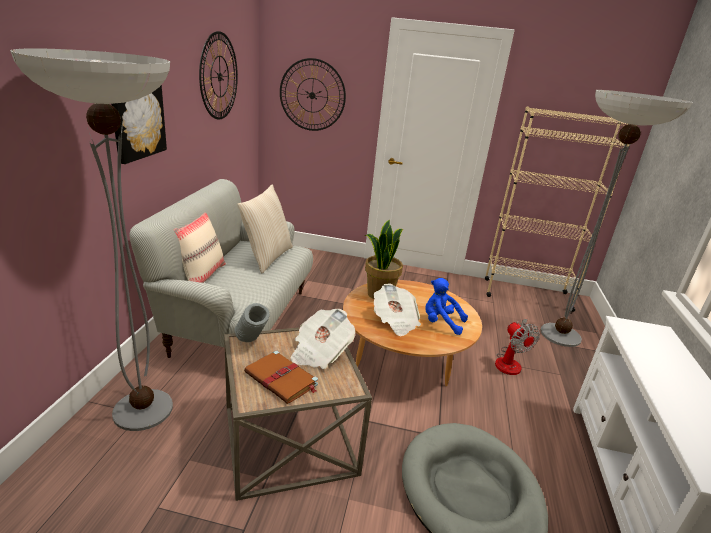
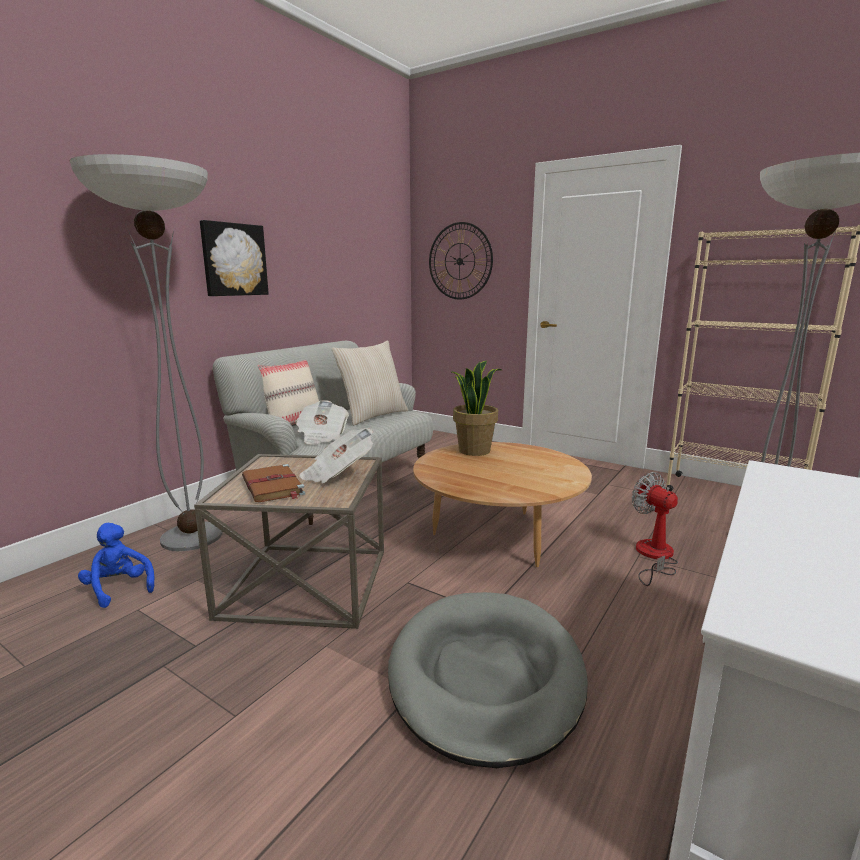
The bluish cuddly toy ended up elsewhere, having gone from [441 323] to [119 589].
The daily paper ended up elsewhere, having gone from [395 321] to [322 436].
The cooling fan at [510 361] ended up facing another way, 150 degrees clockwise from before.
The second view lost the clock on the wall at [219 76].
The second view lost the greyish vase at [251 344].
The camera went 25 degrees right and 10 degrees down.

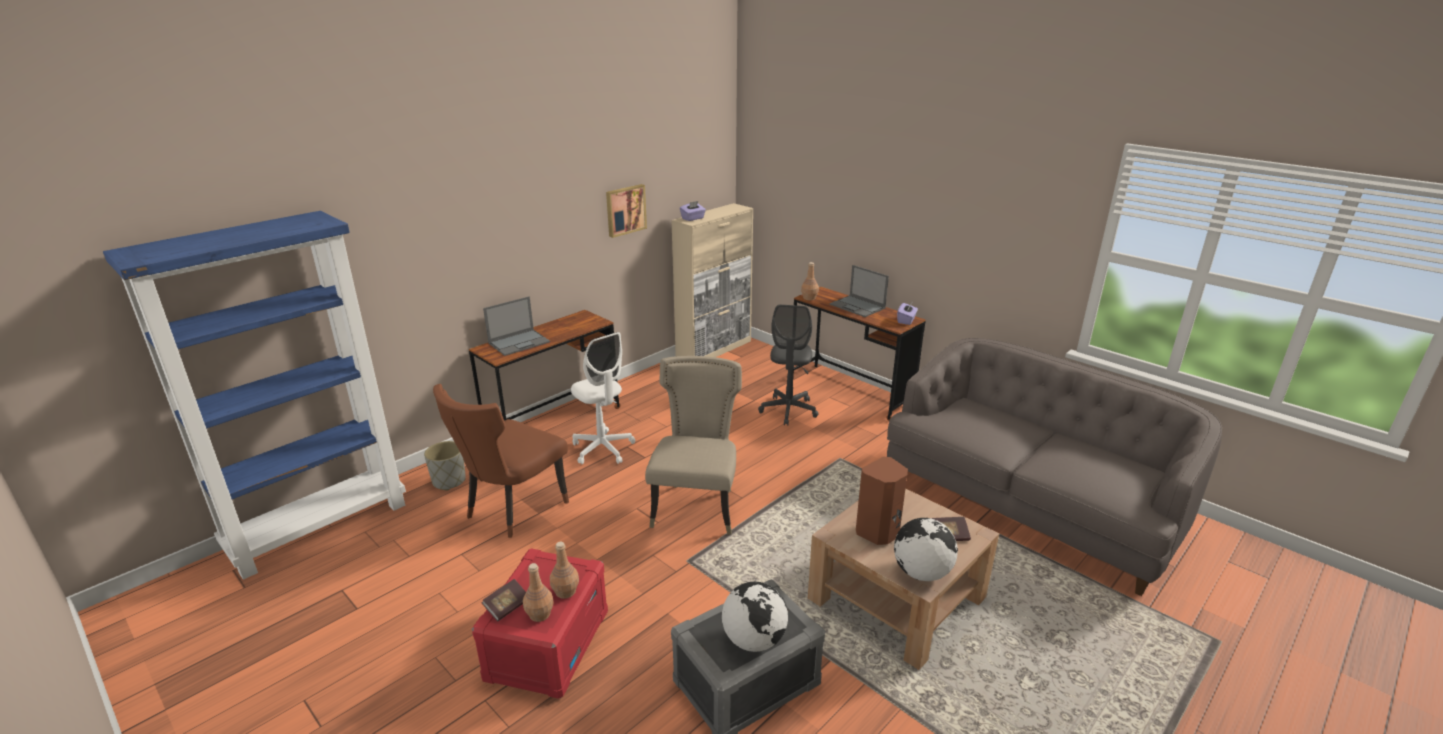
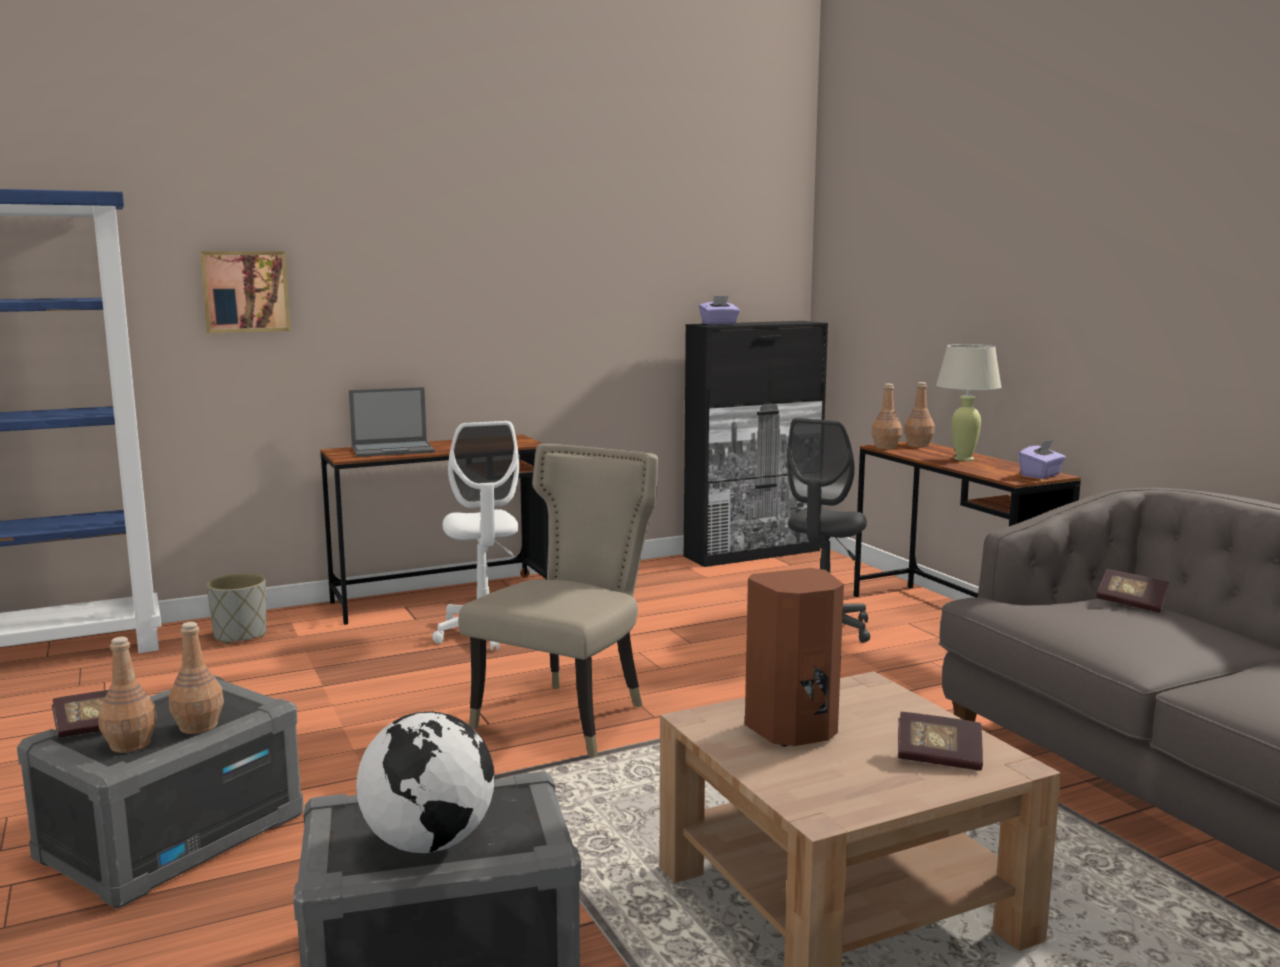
What was the red-coloured storage bin at [547 644] turned into the greyish storage bin at [173 836].
The wall art ended up elsewhere, having gone from [625 210] to [245 291].
What was the beige storage cabinet at [714 349] turned into the blackish storage cabinet at [753 553].
The second view gained the brown bottle at [918 445].
Where the notebook computer stood at [858 306], the beige lamp for a table came to stand at [964 458].
The second view gained the volume at [1131 603].
The second view lost the brown plain chair at [512 510].
The second view lost the desk globe at [921 573].
The camera went 20 degrees right and 15 degrees down.

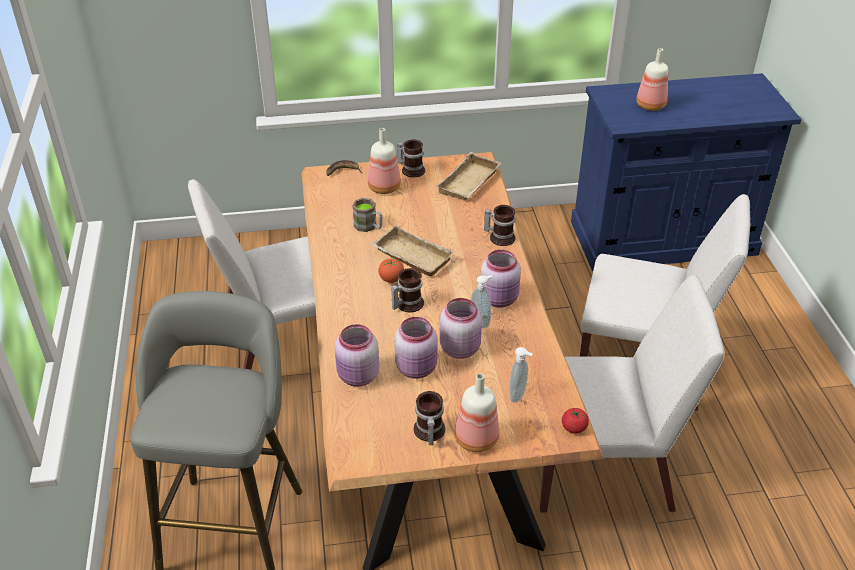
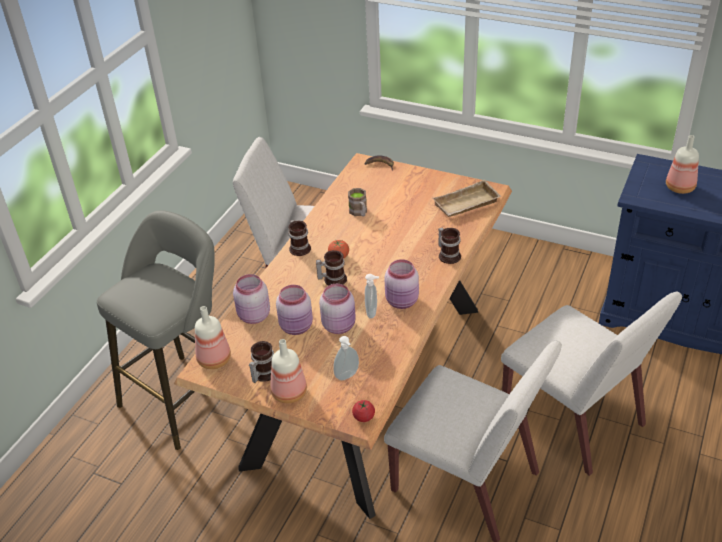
The bottle ended up elsewhere, having gone from [385 188] to [215 360].
The coffee mug ended up elsewhere, having gone from [411 169] to [300 247].
The second view lost the beige tray at [410 257].
The camera went 35 degrees right and 0 degrees up.

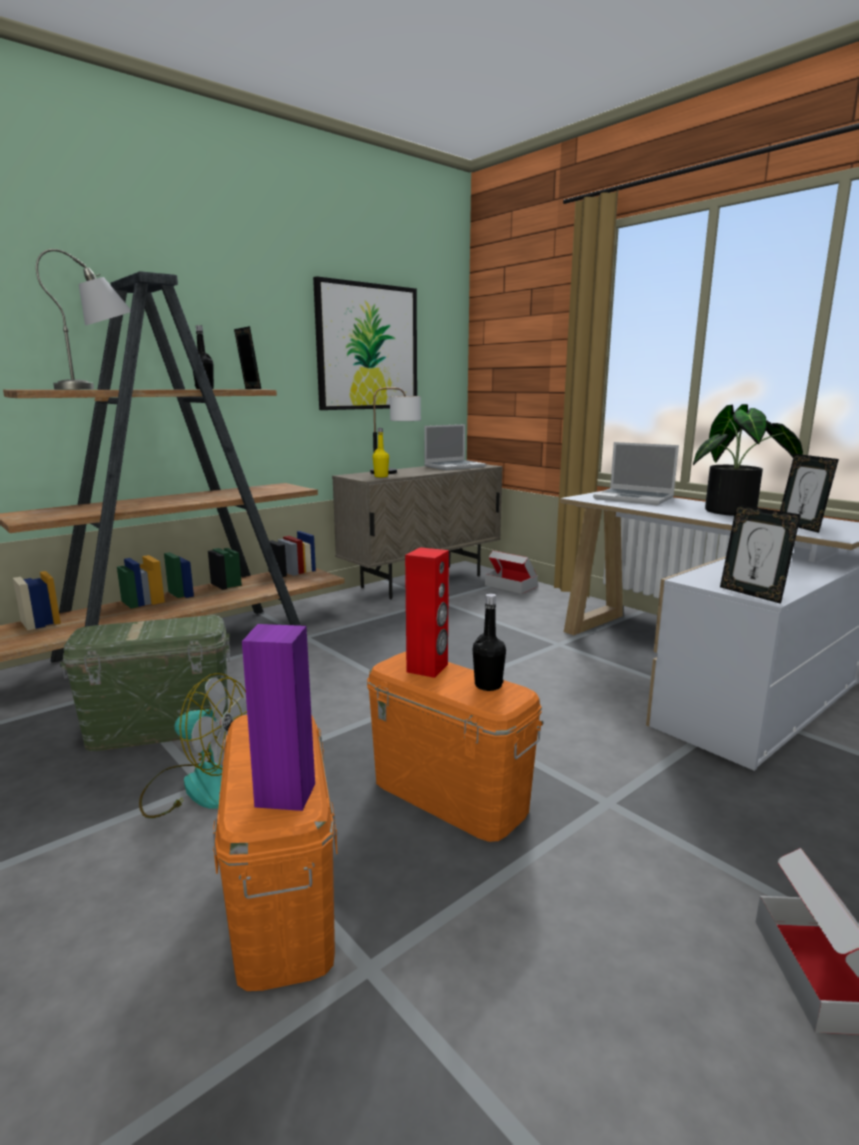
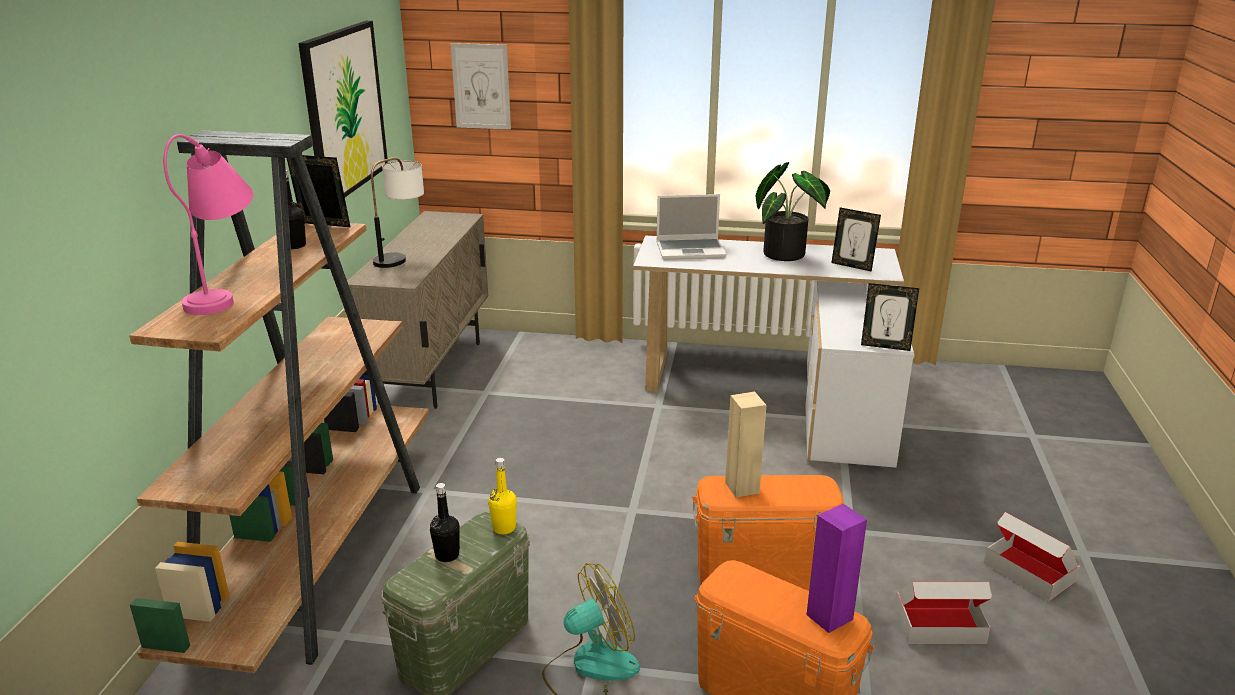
What was the greyish lamp for a table at [101 389] turned into the pink-coloured lamp for a table at [227 292].
The blackish bottle ended up elsewhere, having gone from [488 685] to [447 555].
The second view gained the wall art at [481 86].
The yellow bottle ended up elsewhere, having gone from [381 476] to [504 528].
What was the red-coloured audio speaker at [428 668] turned into the beige audio speaker at [742 487].
The cardboard box ended up elsewhere, having gone from [511 586] to [939 625].
The second view lost the notebook computer at [455 466].
The camera went 40 degrees left and 10 degrees up.

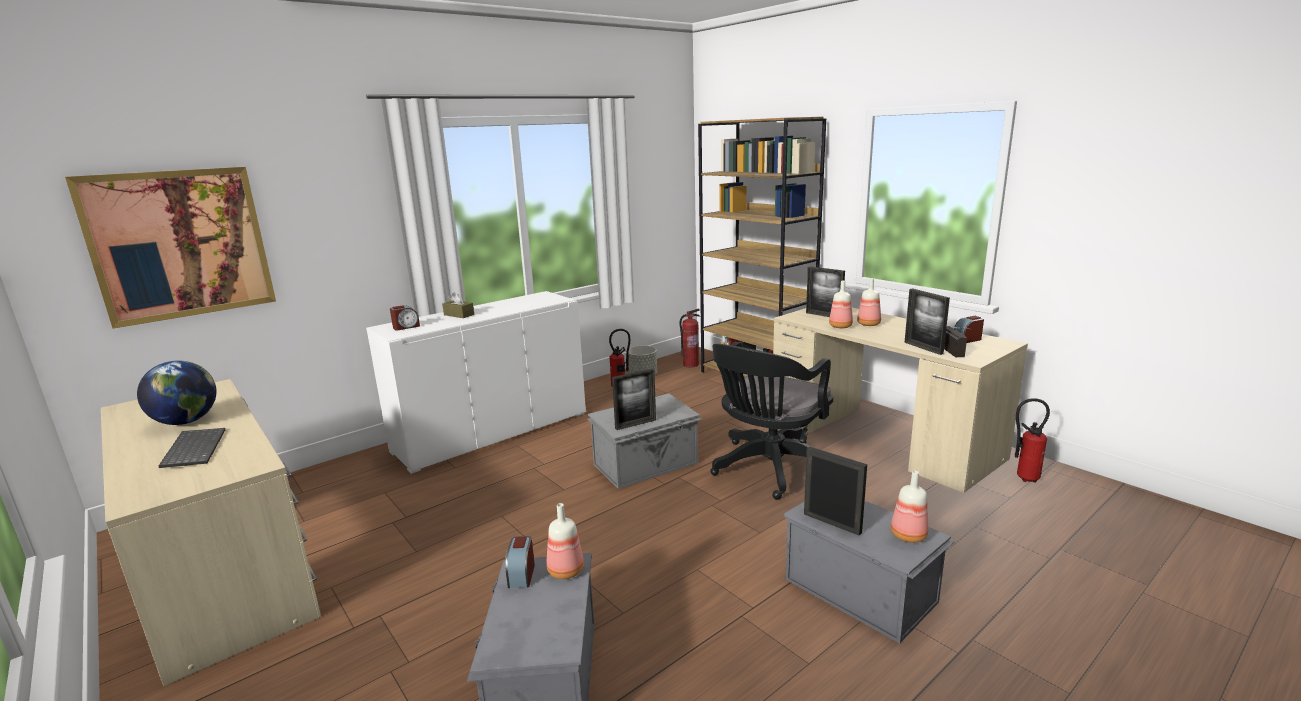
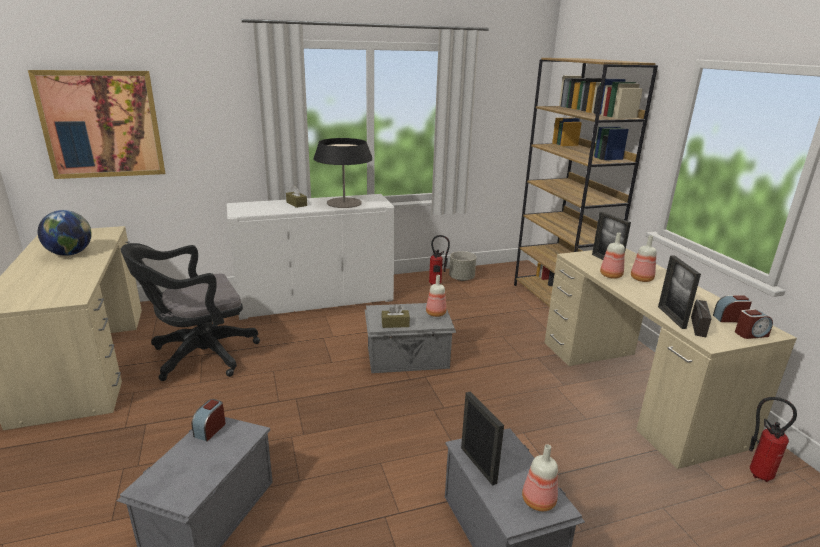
The blackish desk chair ended up elsewhere, having gone from [768 470] to [199 356].
The second view gained the lamp for a table at [344 203].
Where the picture frame stood at [635 424], the brown tissue holder came to stand at [395 324].
The bottle ended up elsewhere, having gone from [565 572] to [435 314].
The table clock ended up elsewhere, having gone from [406 327] to [750 334].
The second view lost the computer keyboard at [193 449].
The second view lost the extinguisher at [690 364].
The camera went 20 degrees right and 5 degrees up.

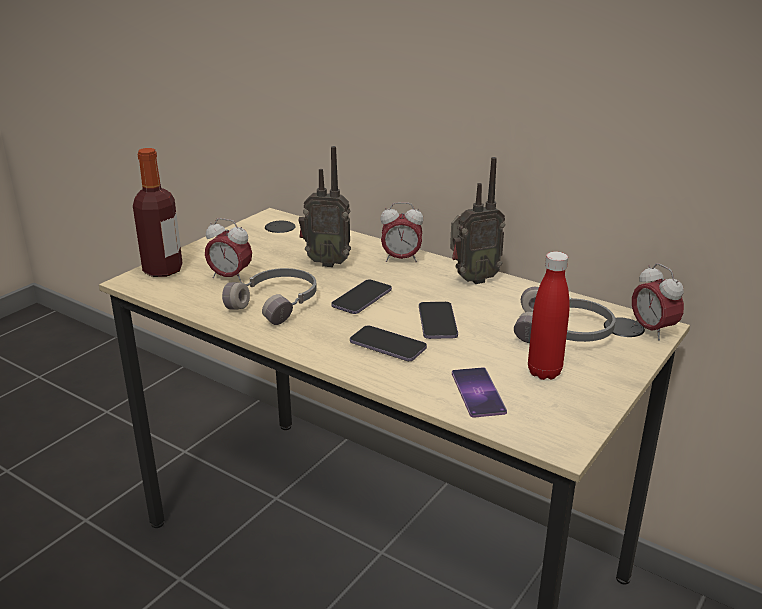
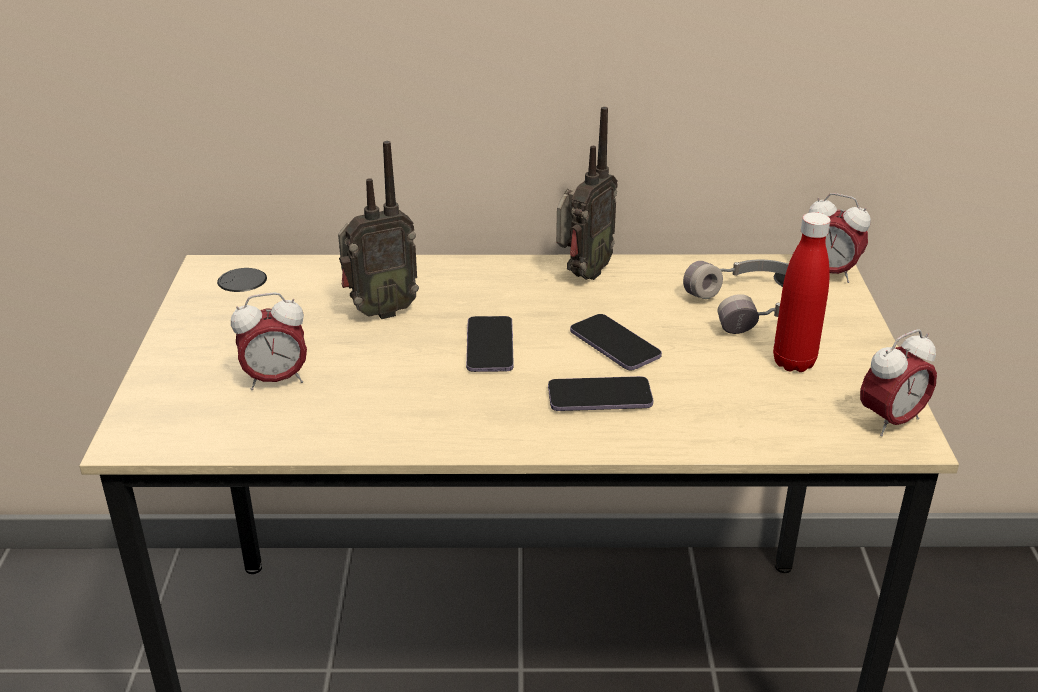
The table clock ended up elsewhere, having gone from [401 259] to [890 421].
The second view lost the bottle at [163 270].
The second view lost the greyish headset at [277 303].
The second view lost the phone at [478 392].
The camera went 35 degrees left and 5 degrees up.

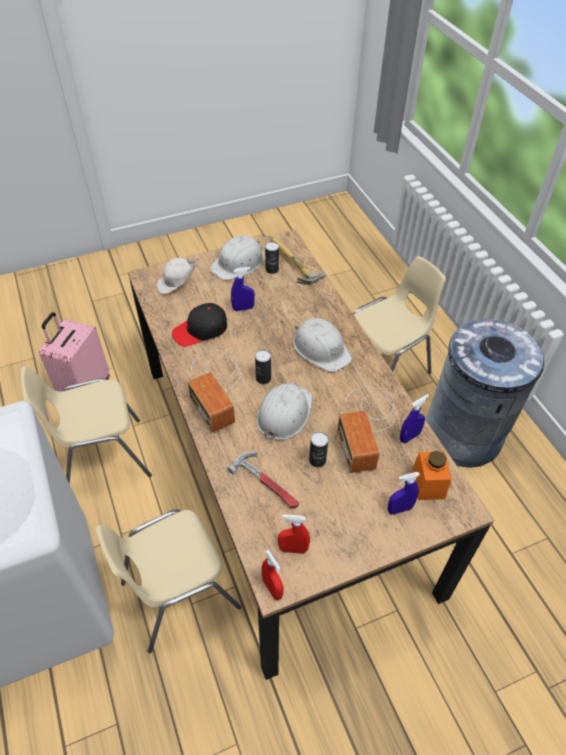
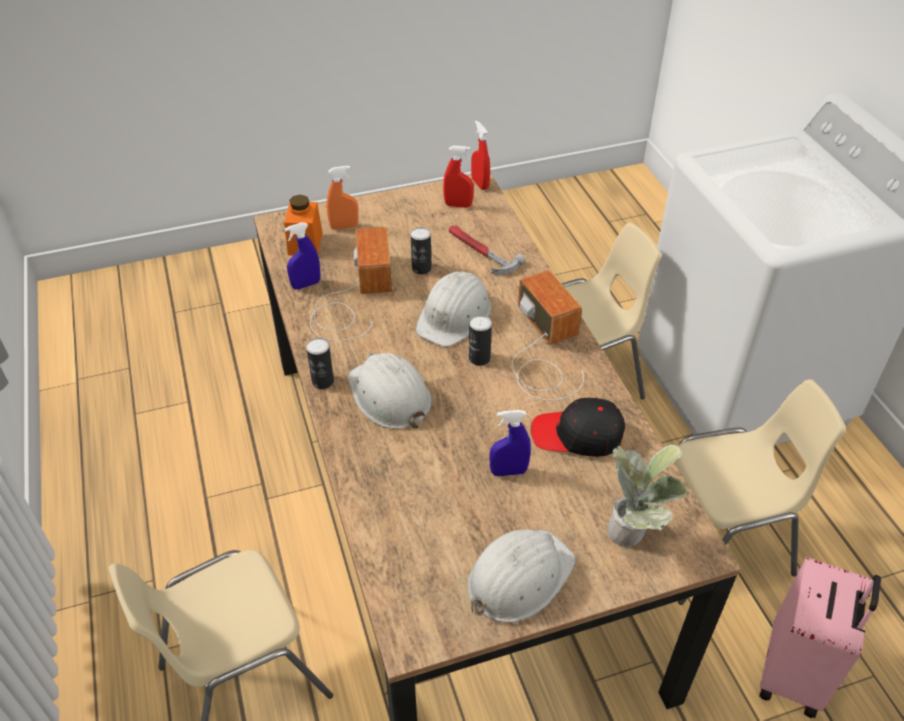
The can ended up elsewhere, having gone from [272 269] to [323 381].
What was the bluish sprayer at [399 509] turned into the orange sprayer at [344 227].
The blackish cap at [200 330] ended up facing another way, 150 degrees counterclockwise from before.
Where the white cap stood at [177 284], the houseplant came to stand at [634 529].
The second view lost the hammer at [291 265].
The second view lost the greyish waste bin at [462 435].
The camera went 175 degrees left and 5 degrees down.

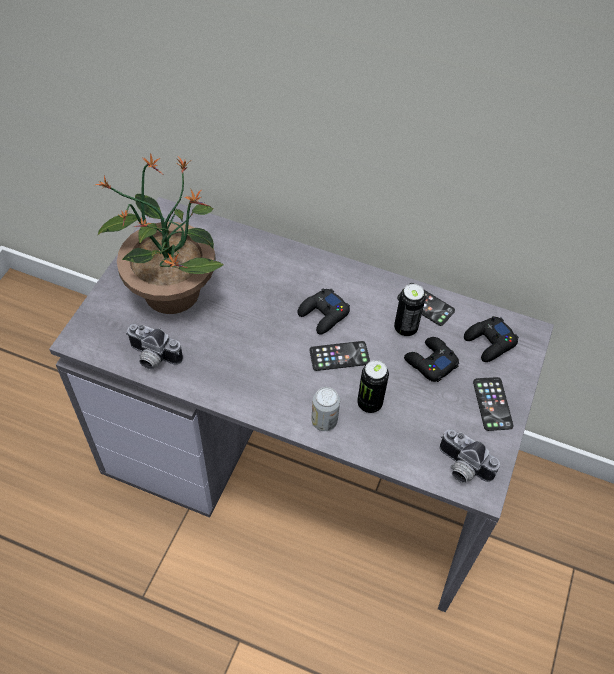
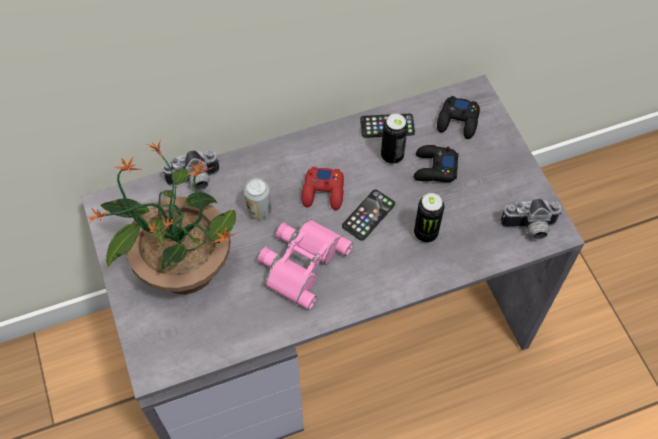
The still camera ended up elsewhere, having gone from [152 358] to [194 181].
The can ended up elsewhere, having gone from [324 421] to [259 210].
The second view gained the pink-coloured pair of binoculars at [301 262].
What was the blackish gamepad at [323 315] turned into the red-coloured gamepad at [323 192].
The second view lost the phone at [492 404].
The camera went 40 degrees left and 5 degrees up.

